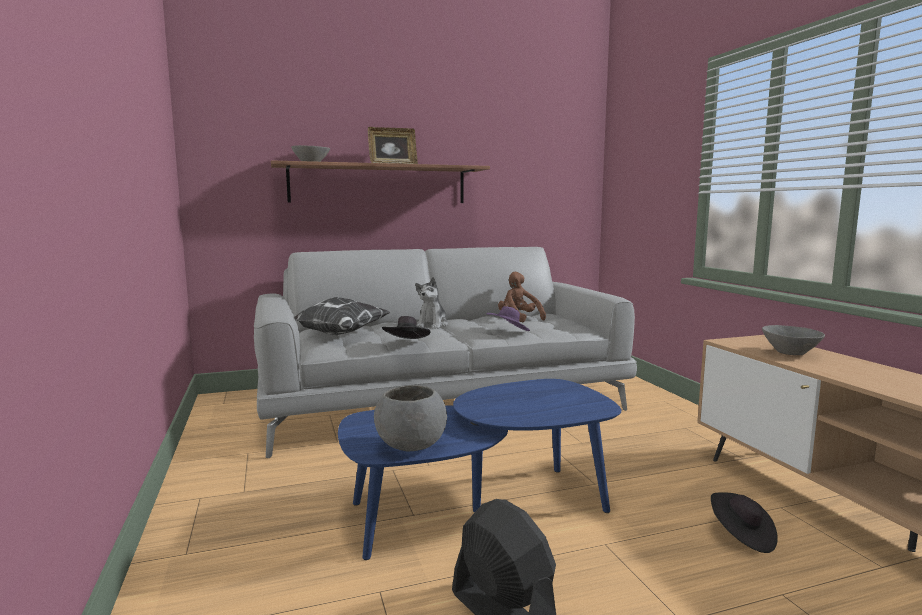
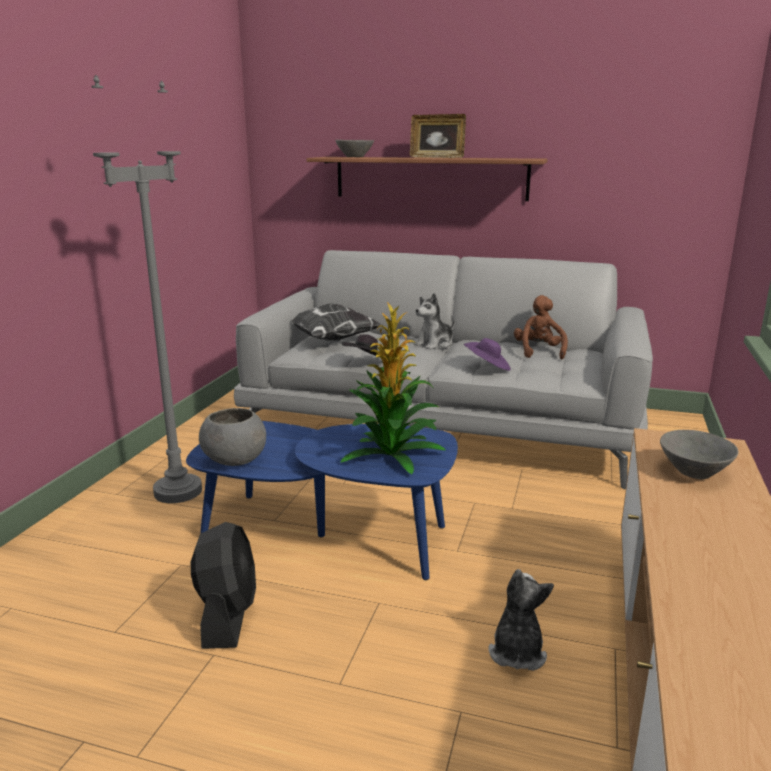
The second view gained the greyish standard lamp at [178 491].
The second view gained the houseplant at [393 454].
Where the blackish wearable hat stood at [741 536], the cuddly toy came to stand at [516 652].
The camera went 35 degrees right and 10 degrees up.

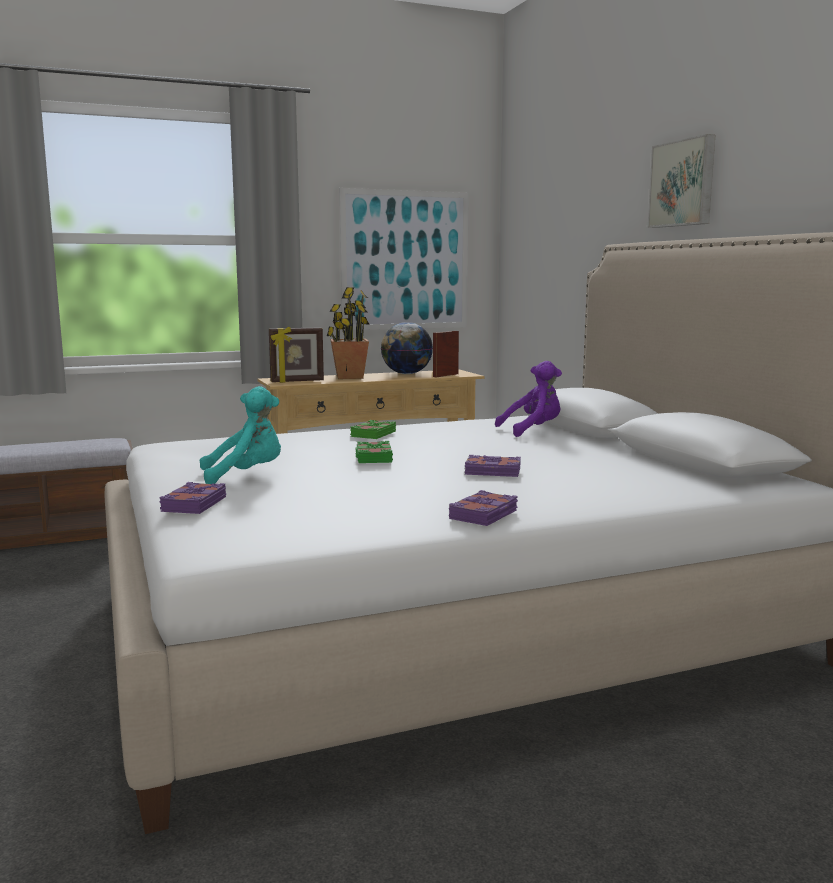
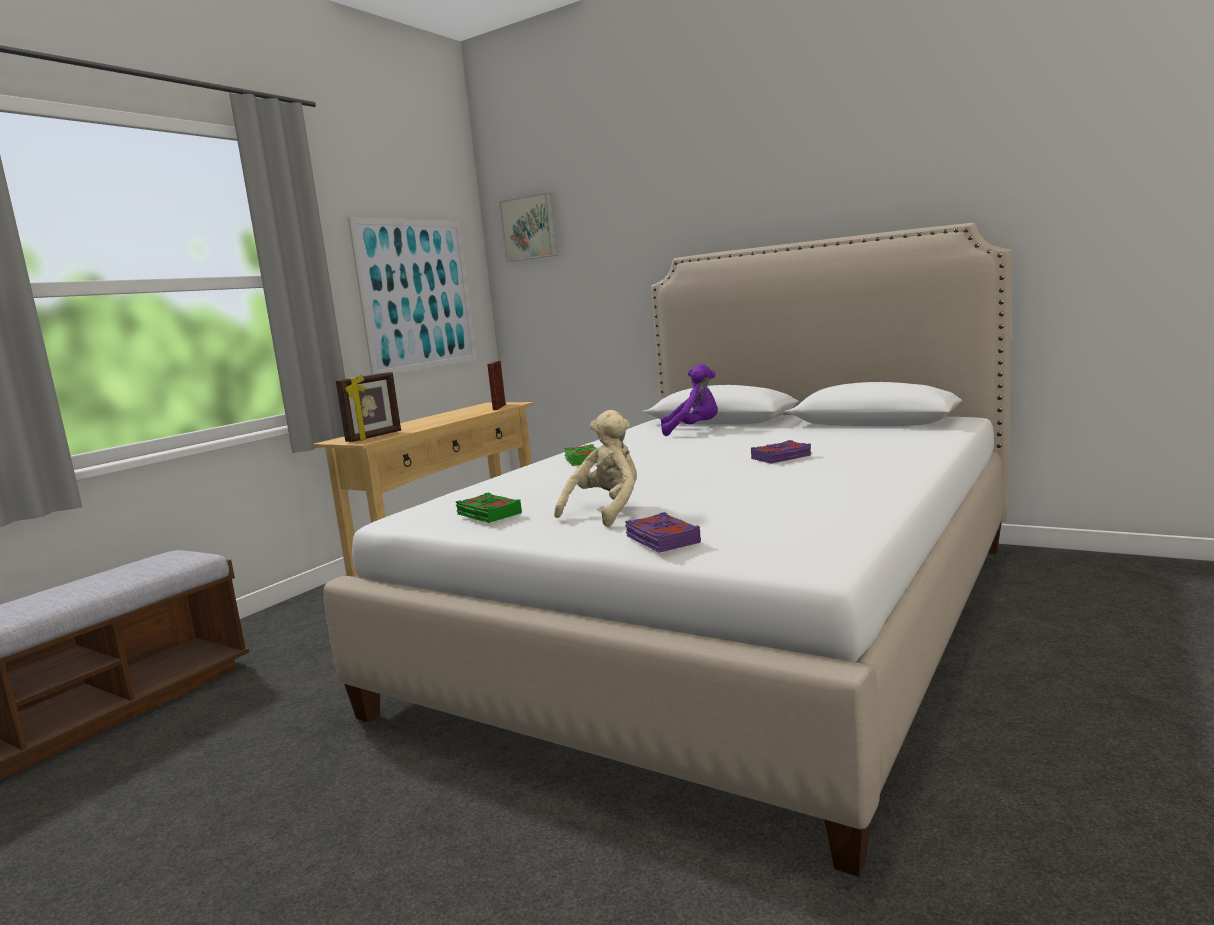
The greenish volume ended up elsewhere, having gone from [373 457] to [488 514].
The wall art ended up elsewhere, having gone from [683 183] to [530 228].
What was the turquoise cuddly toy at [246 475] turned into the beige cuddly toy at [607 511].
The purple cuddly toy at [533 430] ended up facing another way, 60 degrees clockwise from before.
The second view lost the houseplant at [349 377].
The second view lost the desk globe at [406 374].
The second view lost the purple volume at [484 515].
The camera went 35 degrees left and 0 degrees up.

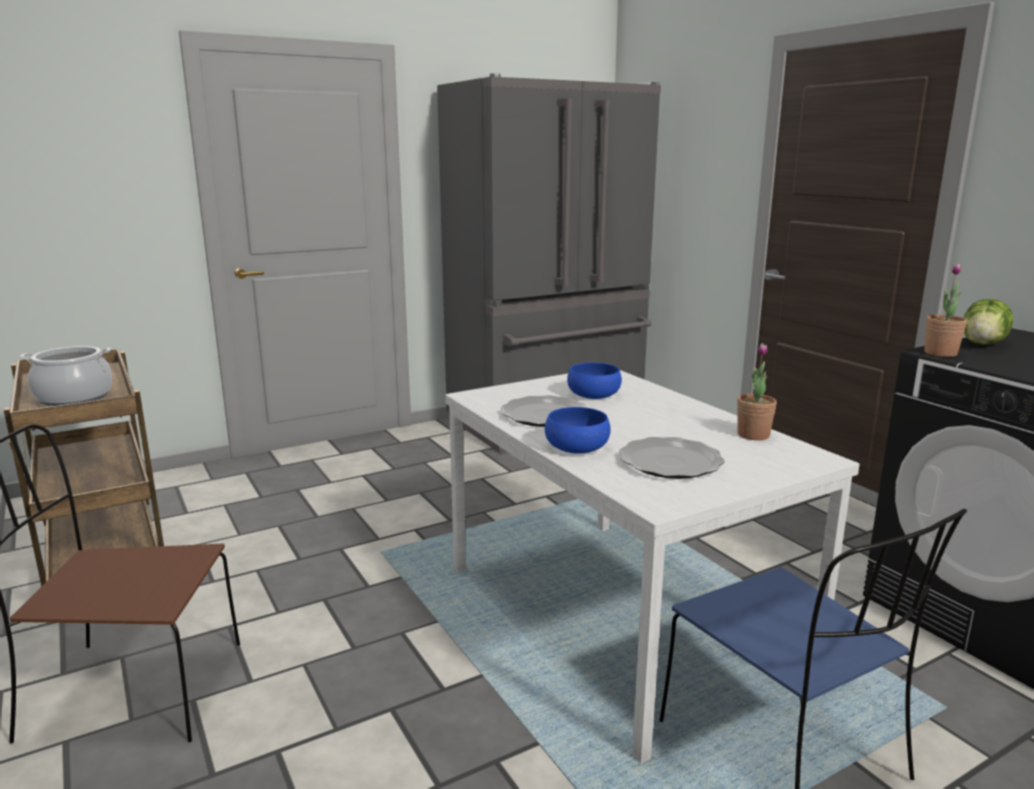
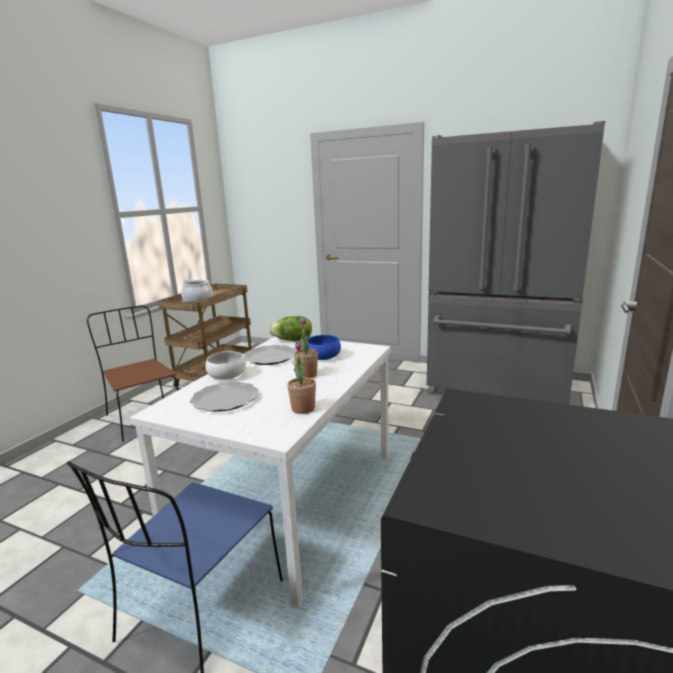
What was the bluish bowl at [577 447] turned into the white bowl at [227 375].
The lettuce head ended up elsewhere, having gone from [984 344] to [293 340].
The houseplant ended up elsewhere, having gone from [940 353] to [307 375].
The camera went 55 degrees right and 0 degrees up.

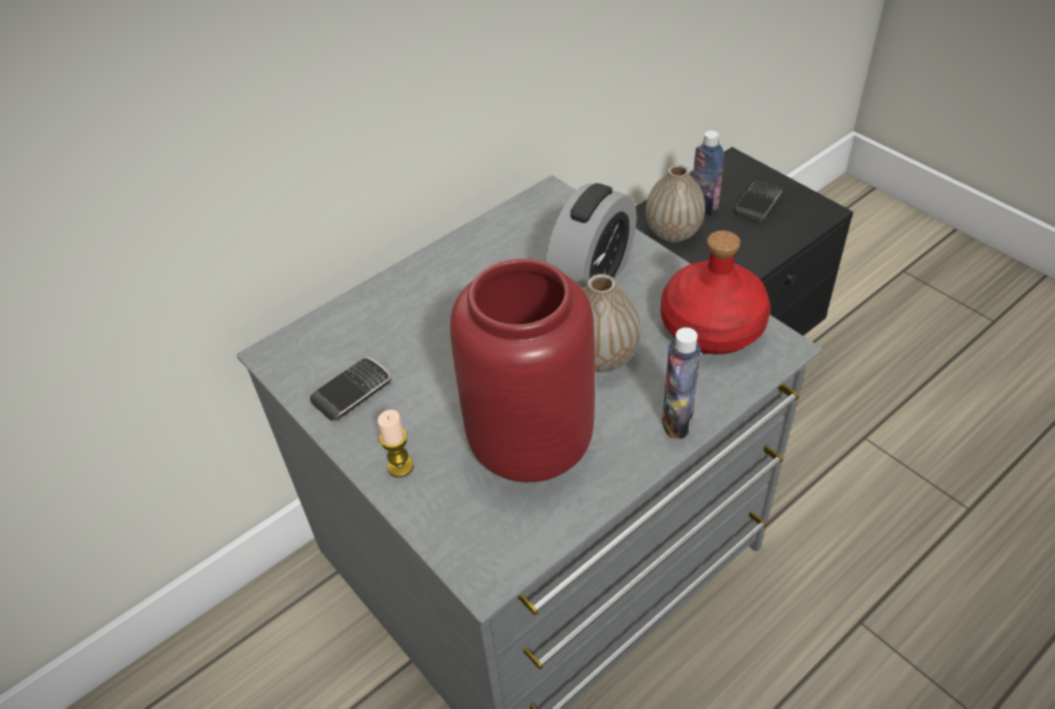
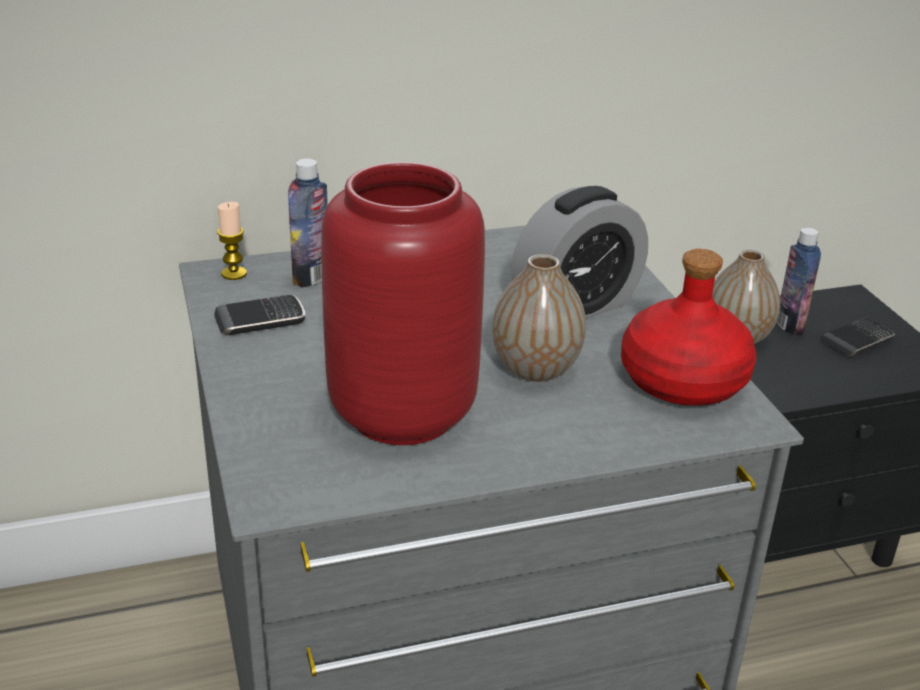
The candle ended up elsewhere, having gone from [400 466] to [234 274].
The bottle ended up elsewhere, having gone from [677 421] to [311 277].
The camera went 20 degrees right and 15 degrees down.

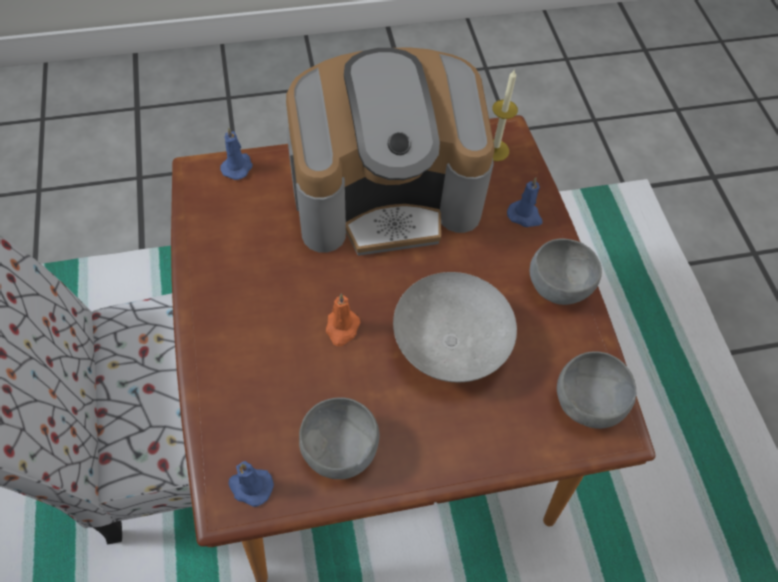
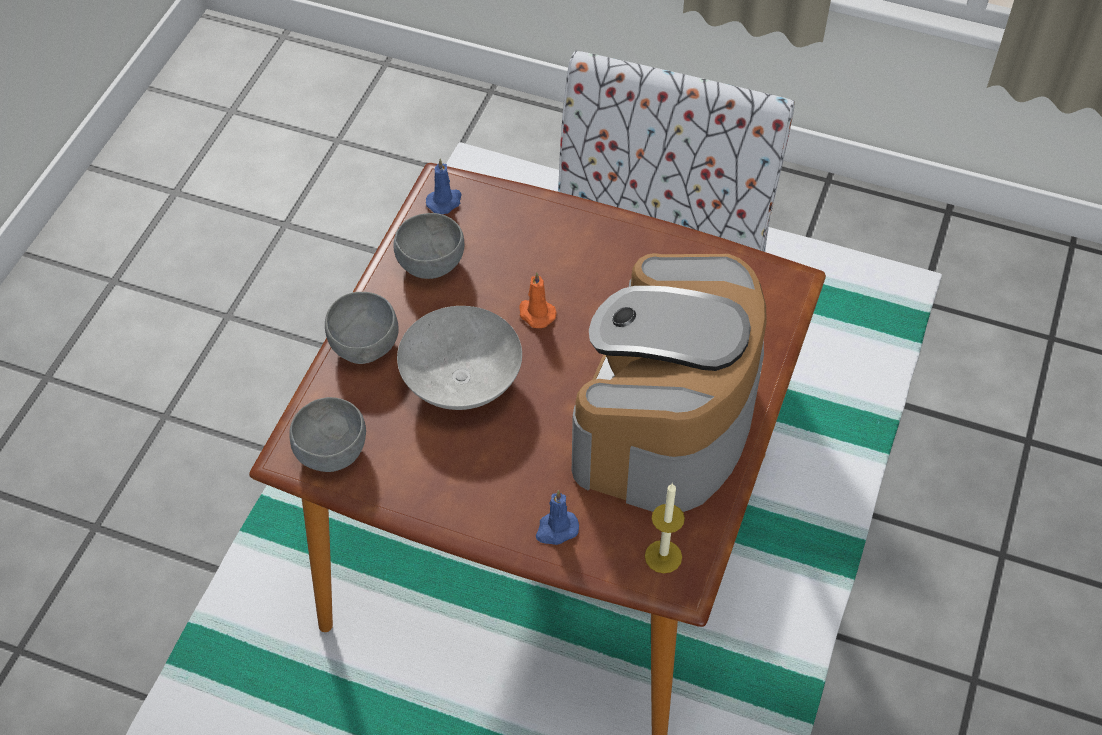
The greyish bowl ended up elsewhere, having gone from [558 286] to [365 346].
The second view lost the bluish candle at [238 167].
The camera went 125 degrees right and 5 degrees down.

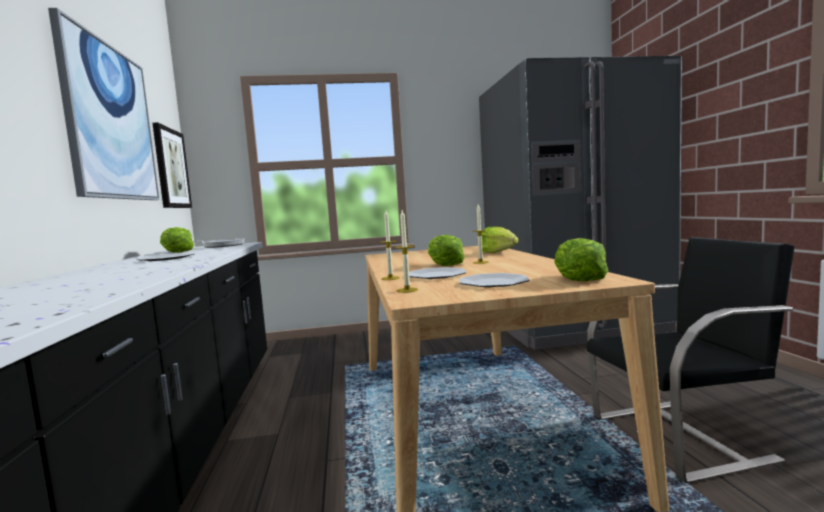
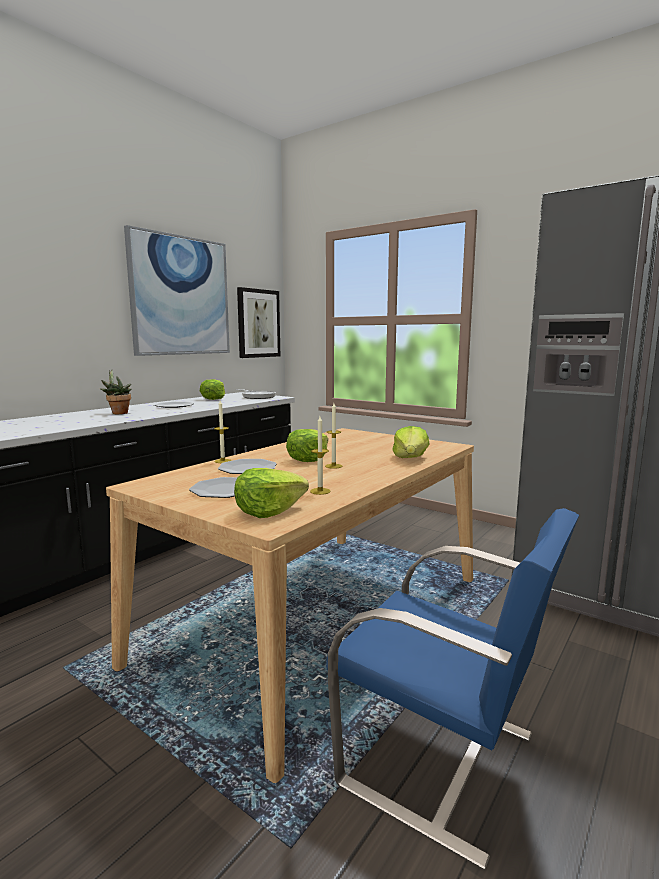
The second view gained the houseplant at [118 413].
The candle ended up elsewhere, having gone from [407 290] to [320 491].
What was the blackish plain chair at [682 437] turned into the bluish plain chair at [442 761].
The camera went 45 degrees right and 5 degrees up.

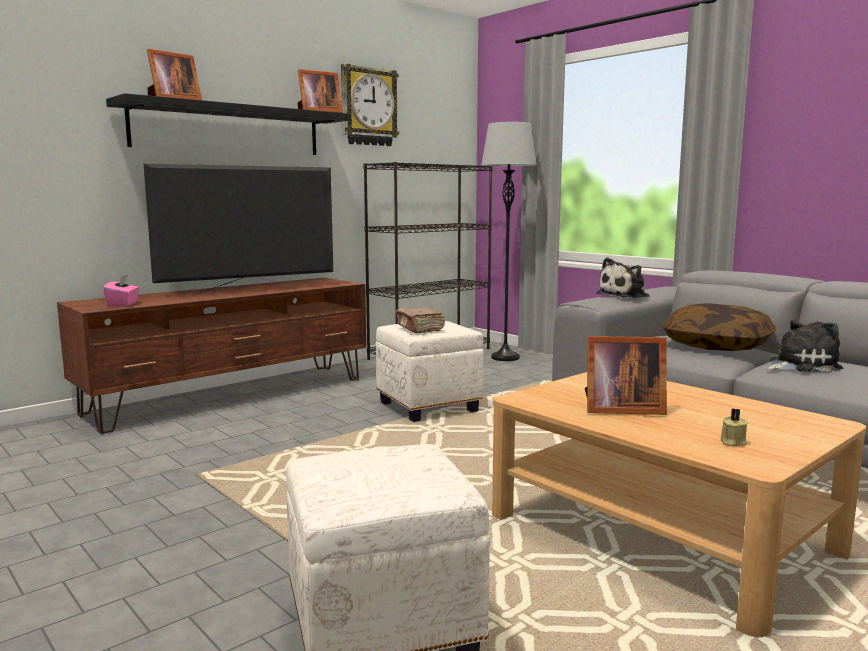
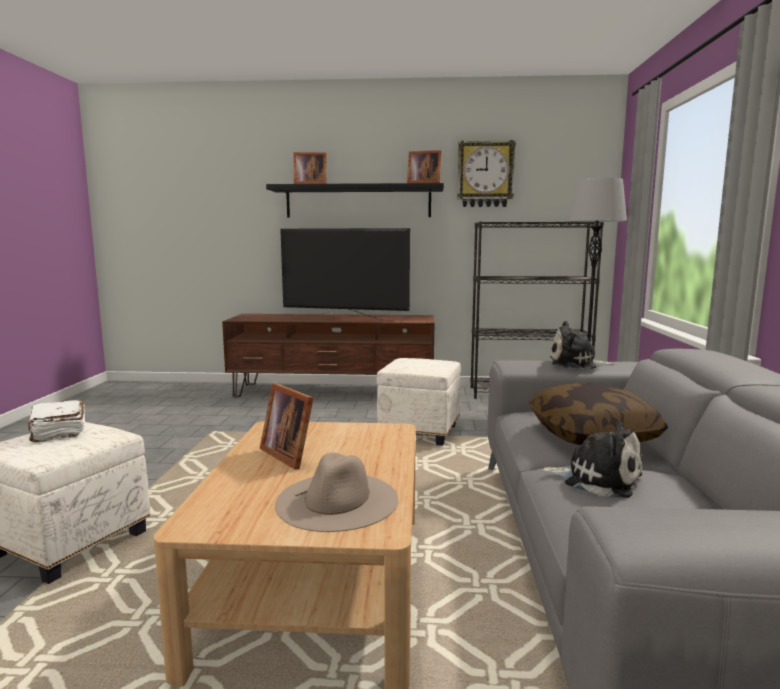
The second view gained the white volume at [58 431].
The second view gained the beige wearable hat at [337 500].
The second view lost the pink-coloured tissue holder at [123 304].
The second view lost the brown volume at [419 328].
The second view lost the beige candle at [732 442].
The camera went 45 degrees right and 0 degrees up.

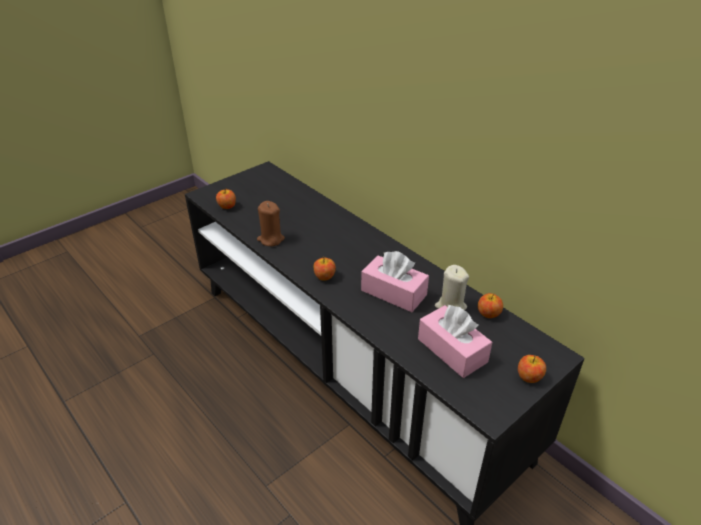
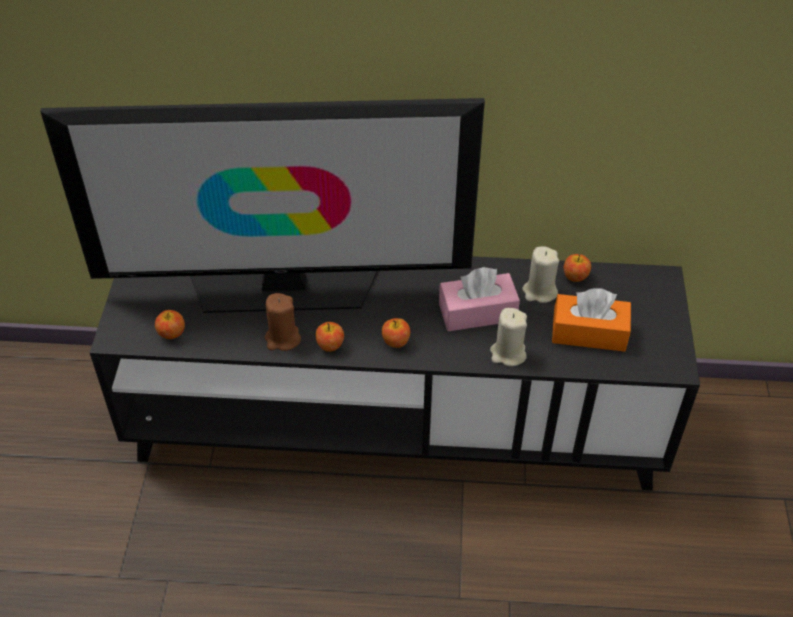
The second view gained the television at [284 285].
The whole apple ended up elsewhere, having gone from [529 377] to [330 345].
The second view gained the beige candle at [508 353].
What was the pink-coloured tissue holder at [452 350] turned into the orange tissue holder at [589 333].
The camera went 45 degrees left and 10 degrees up.

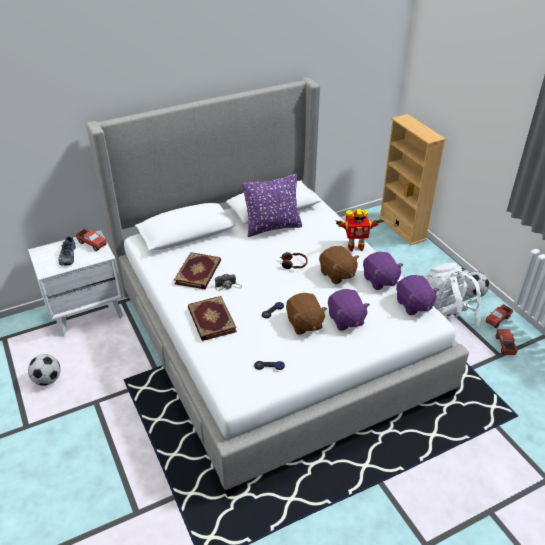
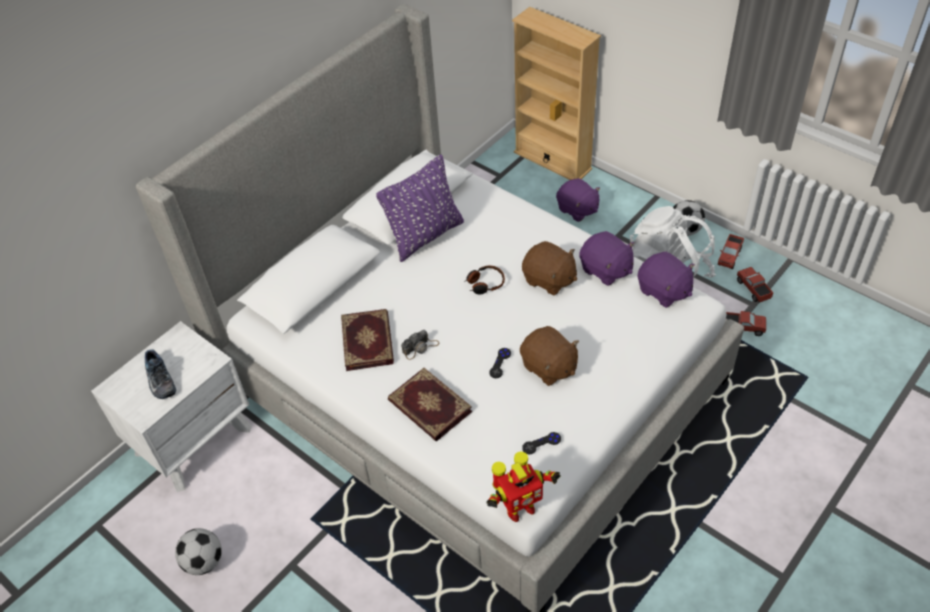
The model robot ended up elsewhere, having gone from [355 247] to [519 509].
The purple cuddly toy ended up elsewhere, having gone from [345 320] to [577 210].
The model truck ended up elsewhere, having gone from [92 244] to [742 328].
The camera went 20 degrees left and 10 degrees up.

